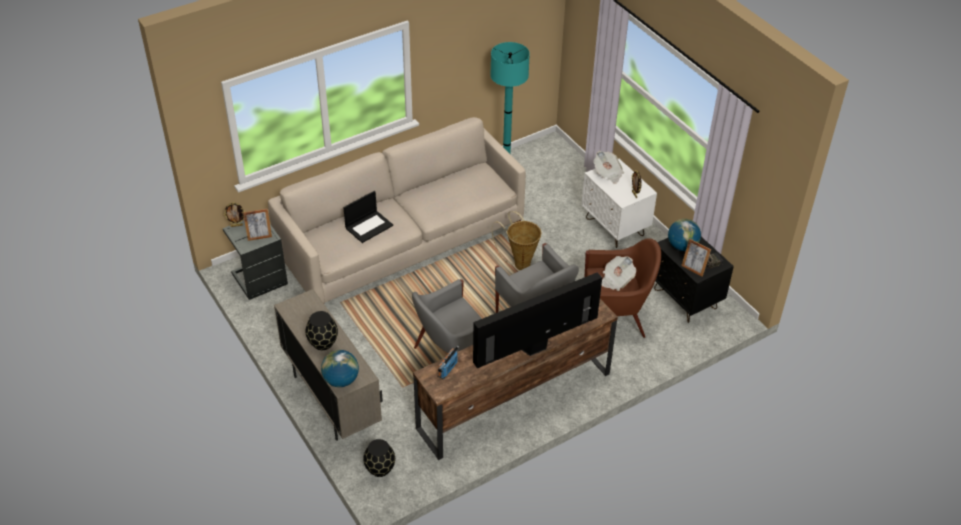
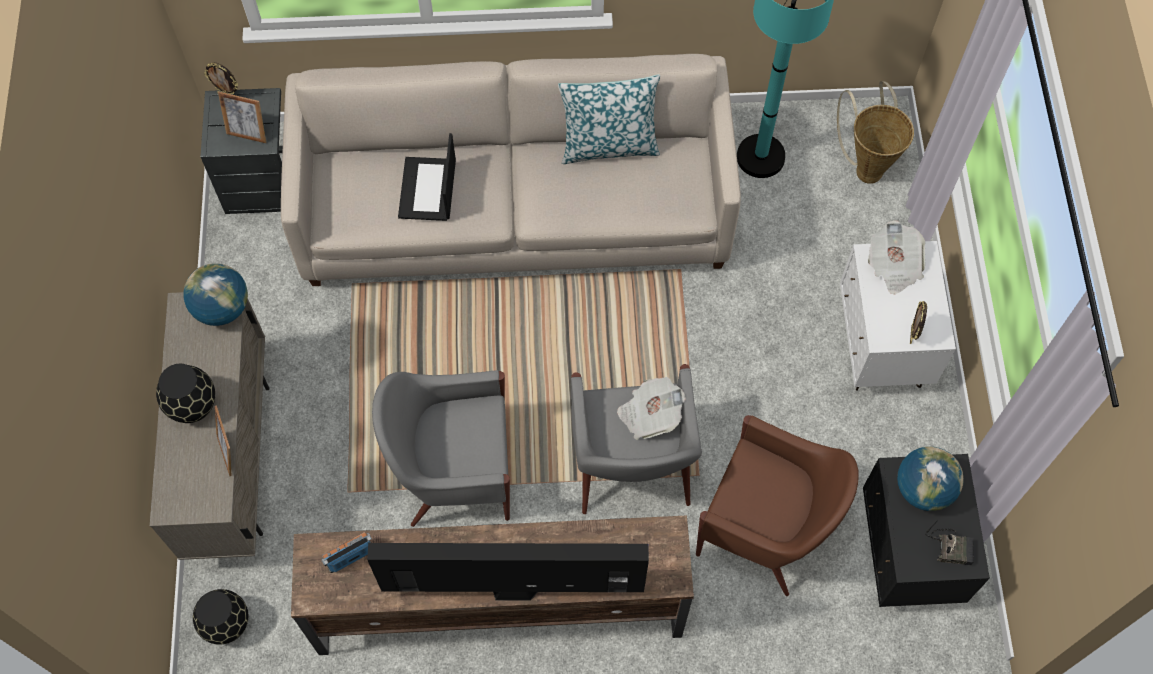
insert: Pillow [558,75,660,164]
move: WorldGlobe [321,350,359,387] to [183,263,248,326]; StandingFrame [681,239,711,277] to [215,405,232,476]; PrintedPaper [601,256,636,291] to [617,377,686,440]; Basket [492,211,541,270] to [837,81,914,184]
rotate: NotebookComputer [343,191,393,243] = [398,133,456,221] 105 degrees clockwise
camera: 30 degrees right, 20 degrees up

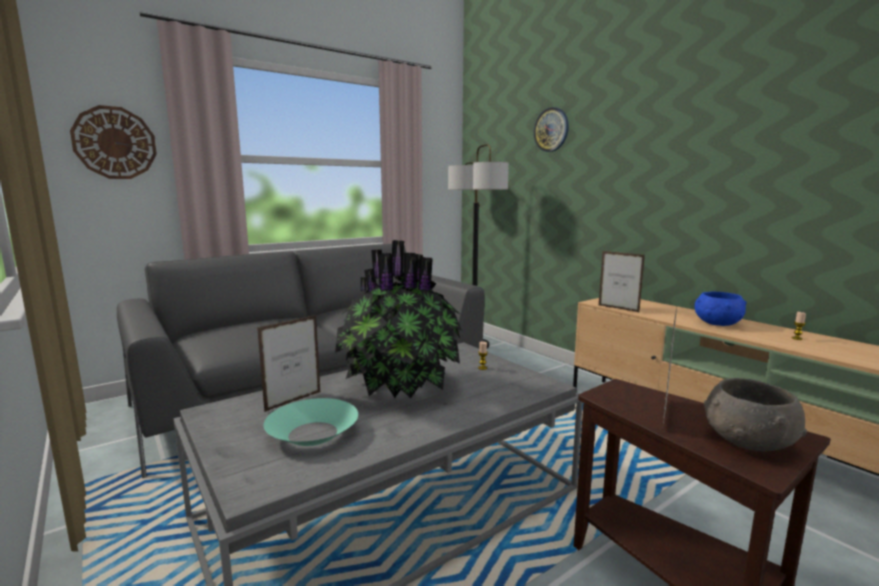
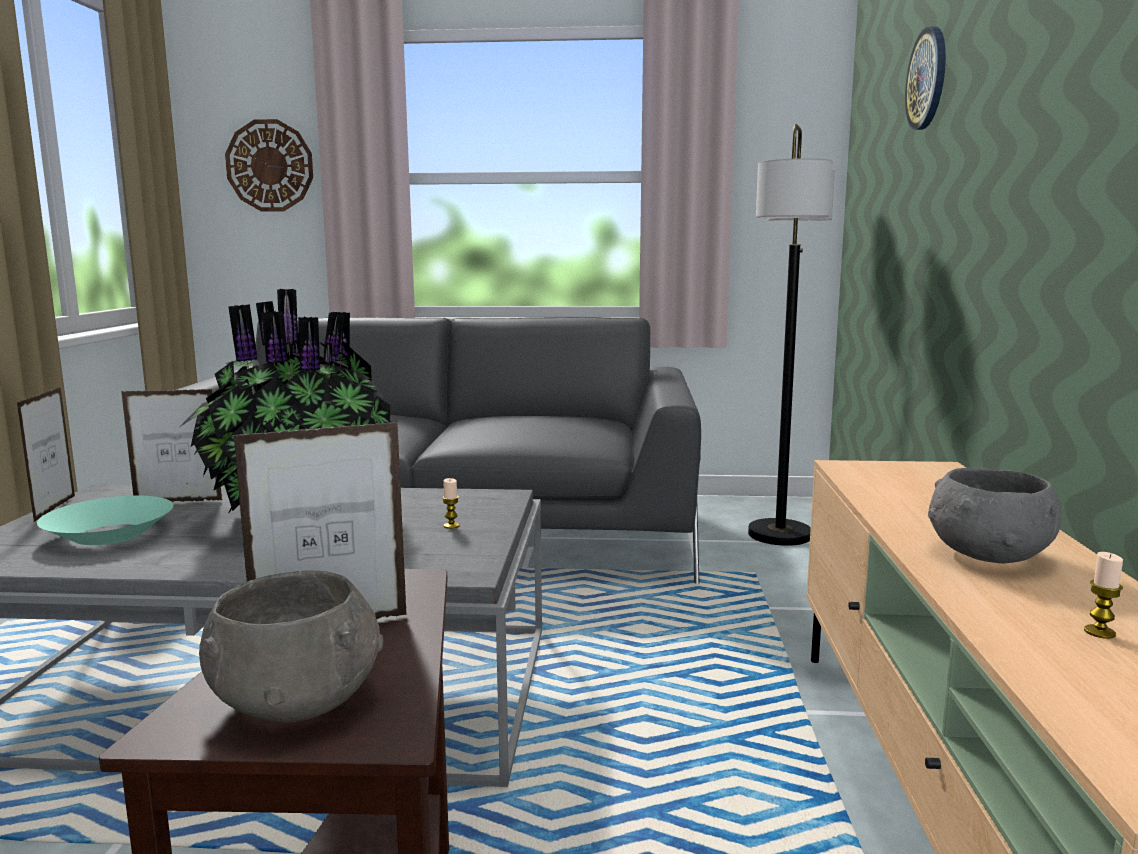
move: StandingFrame [599,251,645,313] to [17,387,75,522]
recolor: BlueBowl [695,292,747,326] to GreyishBowl [928,467,1062,564]
camera: 40 degrees right, 0 degrees up

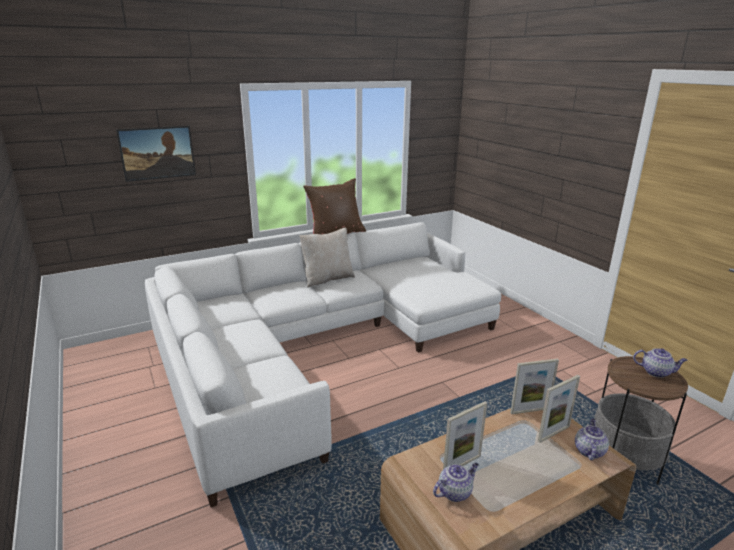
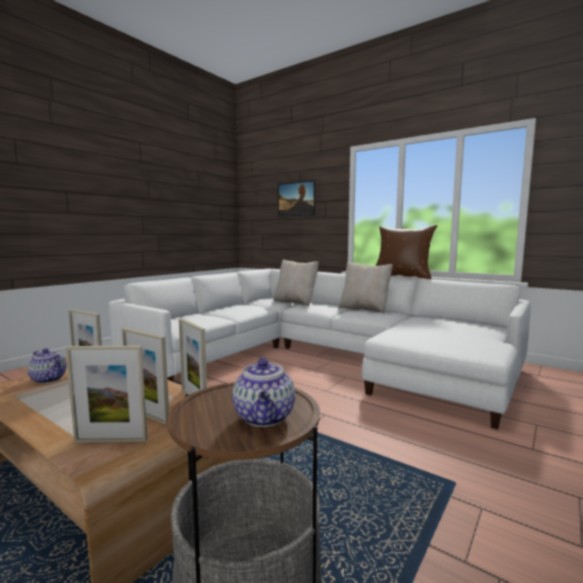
insert: BeigePillow [274,260,319,306]
replace: Teapot [575,418,609,460] to StandingFrame [66,346,147,442]
camera: 65 degrees right, 15 degrees down

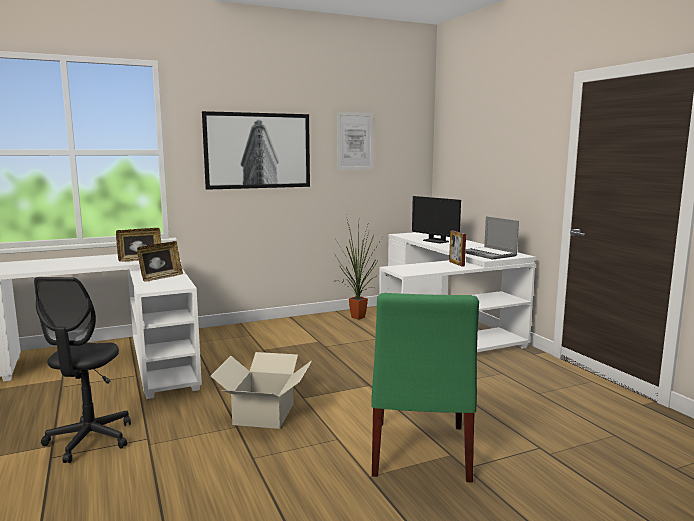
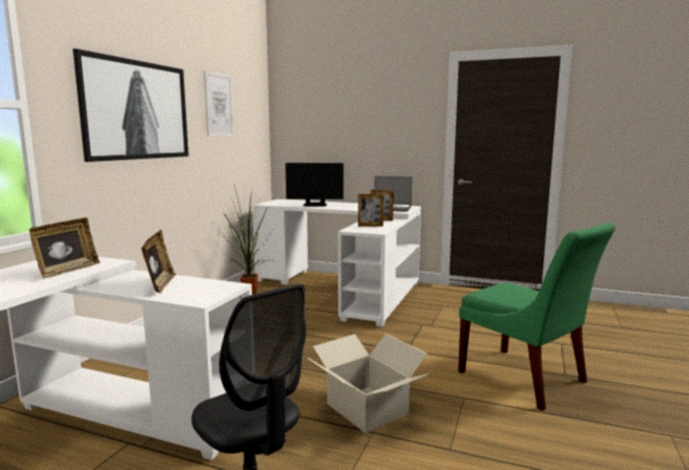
insert: StandingFrame [358,194,384,227]
camera: 45 degrees left, 0 degrees up

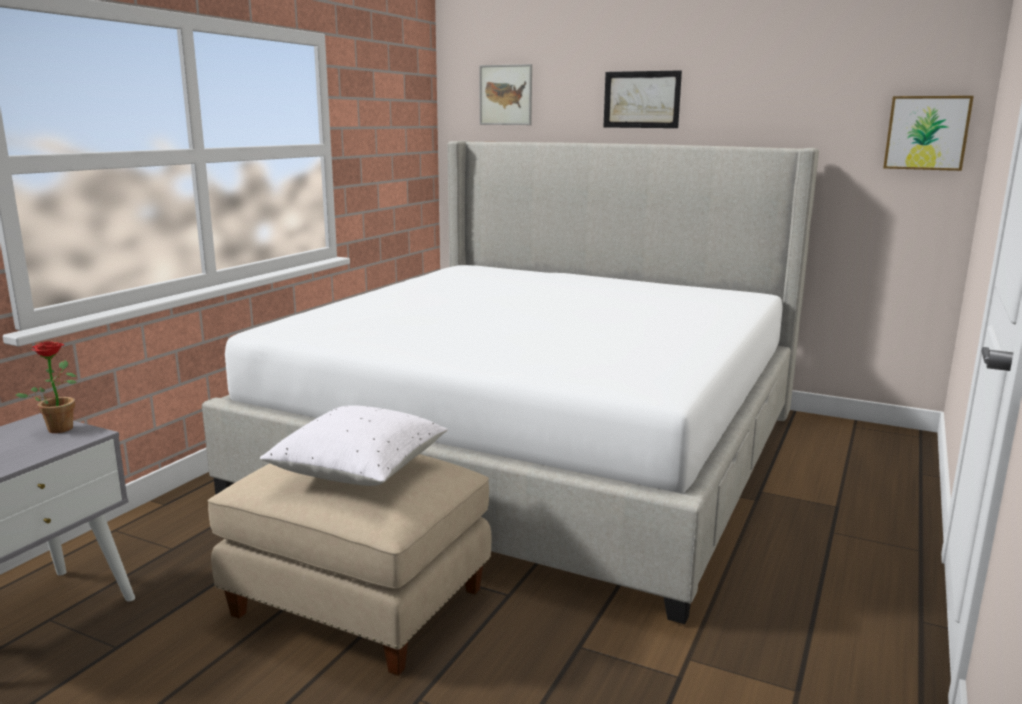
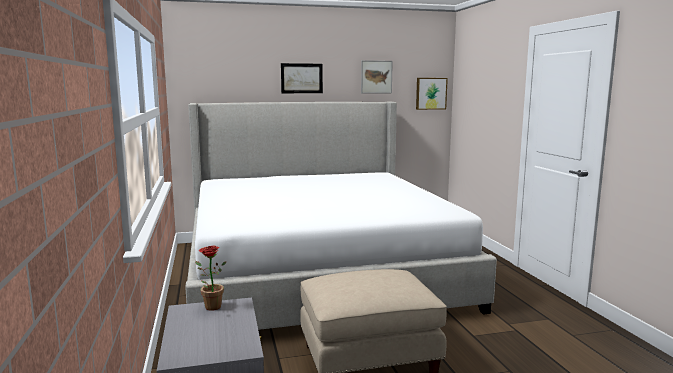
delete: WhiteColouredPillow [260,405,448,486]
move: WallPicture [479,64,532,125] to [361,60,393,94]
camera: 40 degrees left, 5 degrees down

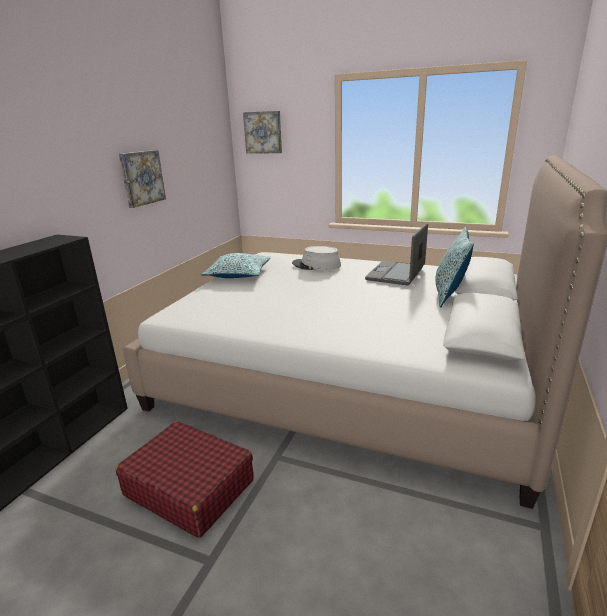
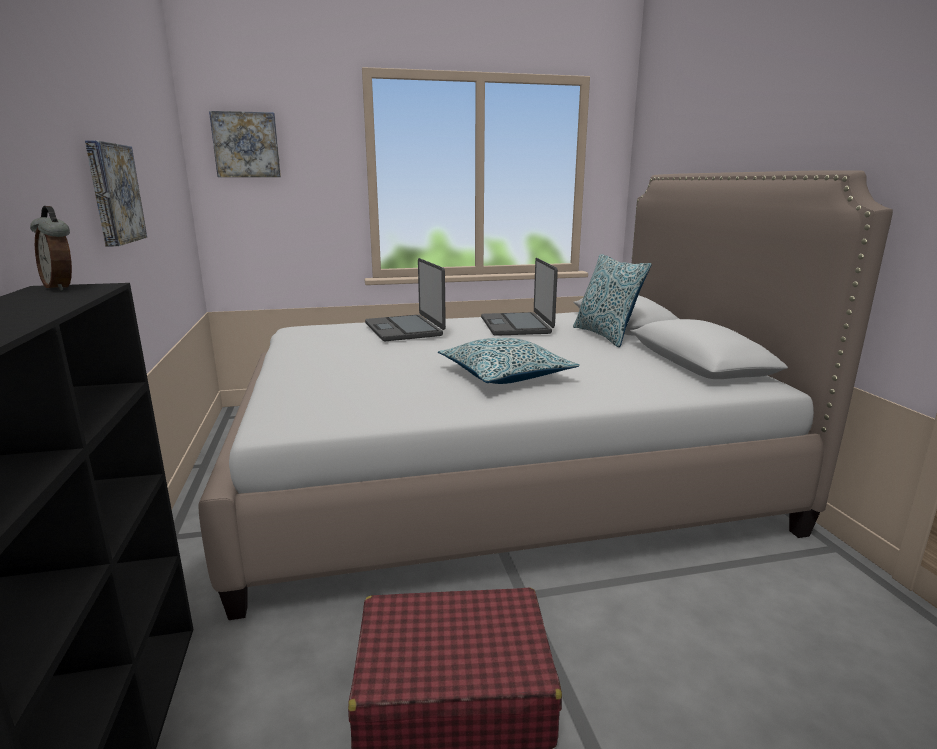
insert: AlarmClock [30,206,72,291]
move: Pillow [202,253,271,278] to [438,338,580,384]
replace: GreyishWearableHat [292,246,341,270] to NotebookComputer [365,258,446,341]
camera: 35 degrees left, 5 degrees down

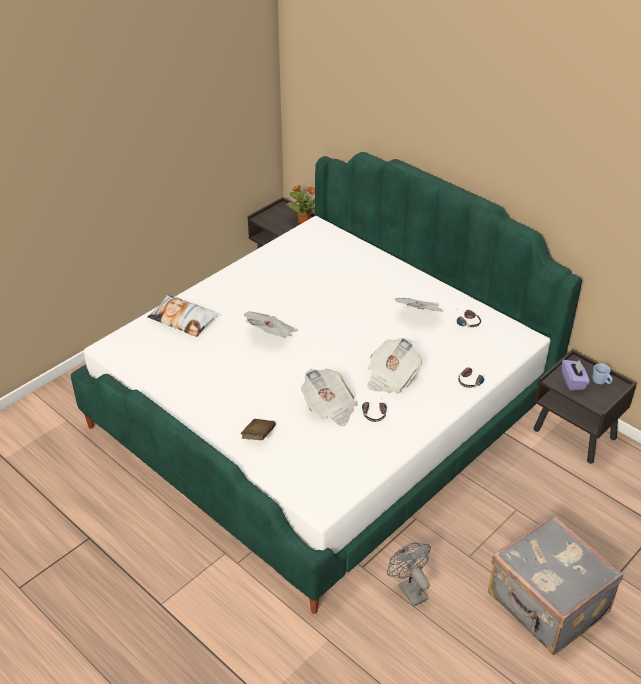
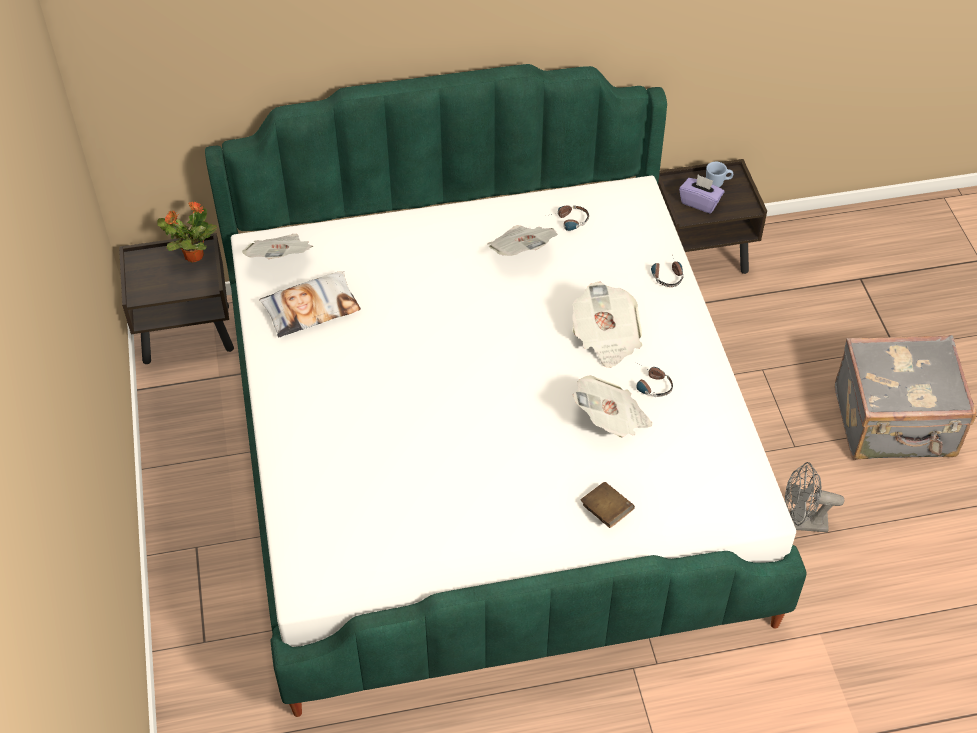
move: PrintedPaper [244,311,298,338] to [242,234,313,259]; Pillow [147,295,218,337] to [259,271,361,338]
camera: 55 degrees left, 10 degrees up

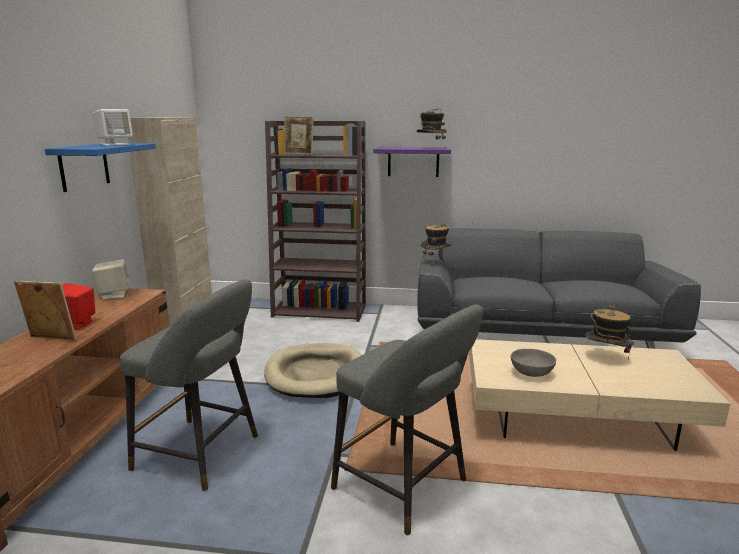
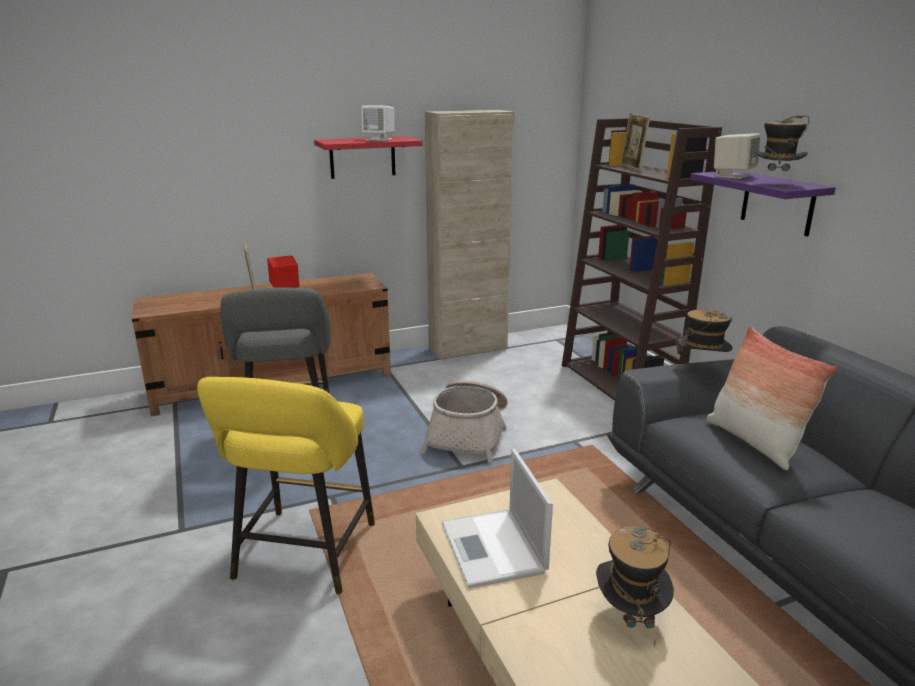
insert: Pillow [706,326,838,470]
move: BeigeLoudspeaker [92,259,130,299] to [714,133,760,179]
replace: BeigeDogBed [264,343,362,398] to Basket [421,381,507,463]; GreyishBowl [511,349,556,377] to NotebookComputer [442,449,553,589]
recolor: GreyishStool [331,304,483,535] to YellowColouredStool [197,377,375,595]; BlueWallShelf [45,143,156,192] to ReddishWallShelf [314,136,422,179]
camera: 60 degrees right, 5 degrees up

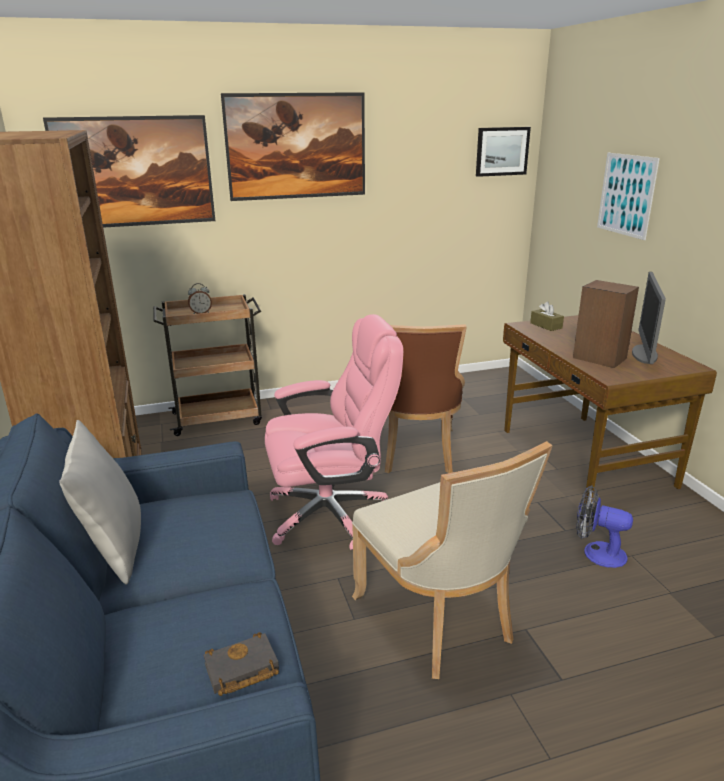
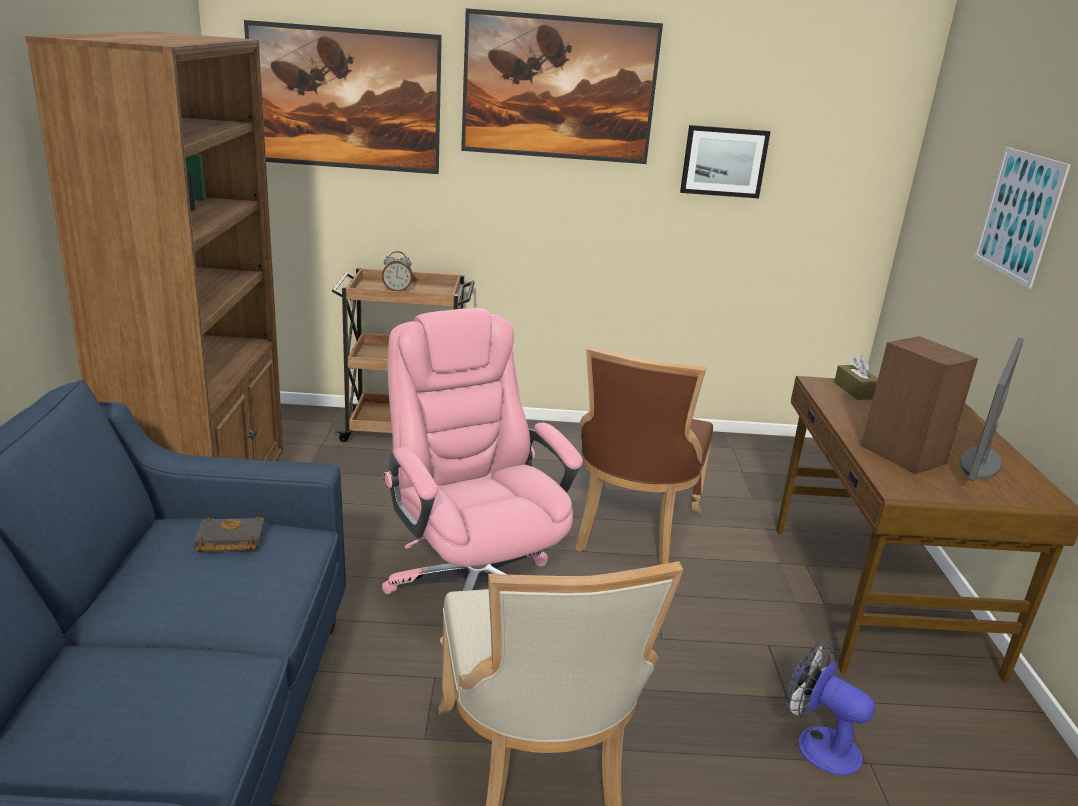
delete: GreyishPillow [59,420,141,584]
move: BlackishBoundBook [203,632,279,696] to [194,516,265,552]; WallPicture [476,127,531,177] to [680,125,770,198]
rotate: PinkColouredOfficeChair [265,314,403,550] = [382,308,583,644] 120 degrees counterclockwise
camera: 15 degrees right, 0 degrees up

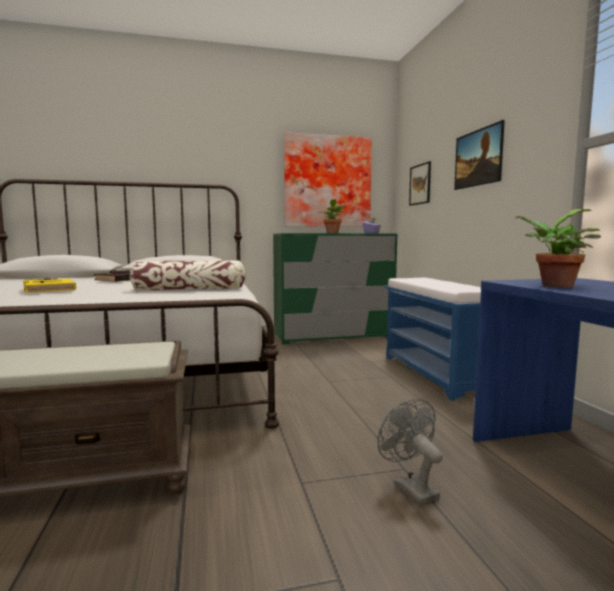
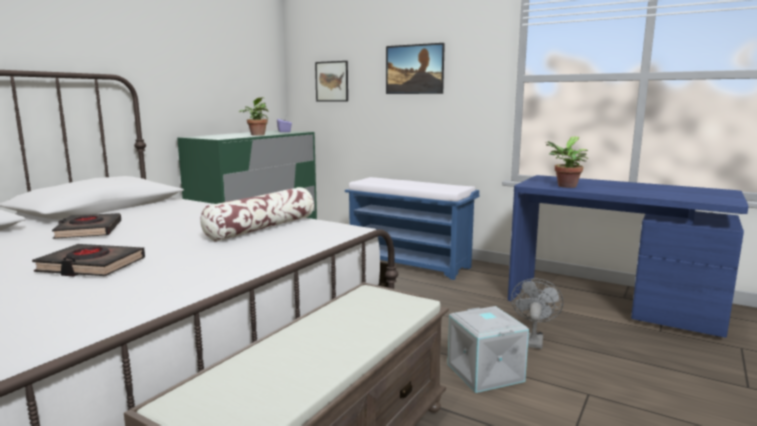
delete: WallPicture [284,132,372,227]
insert: GreyishStorageContainer [447,306,529,393]
recolor: YellowColouredBoundBook [23,278,76,293] to BlackishBoundBook [32,244,145,276]
rotate: GreyishCoolingFan [378,399,443,505] = [511,278,563,349] 90 degrees clockwise
camera: 45 degrees left, 5 degrees up

